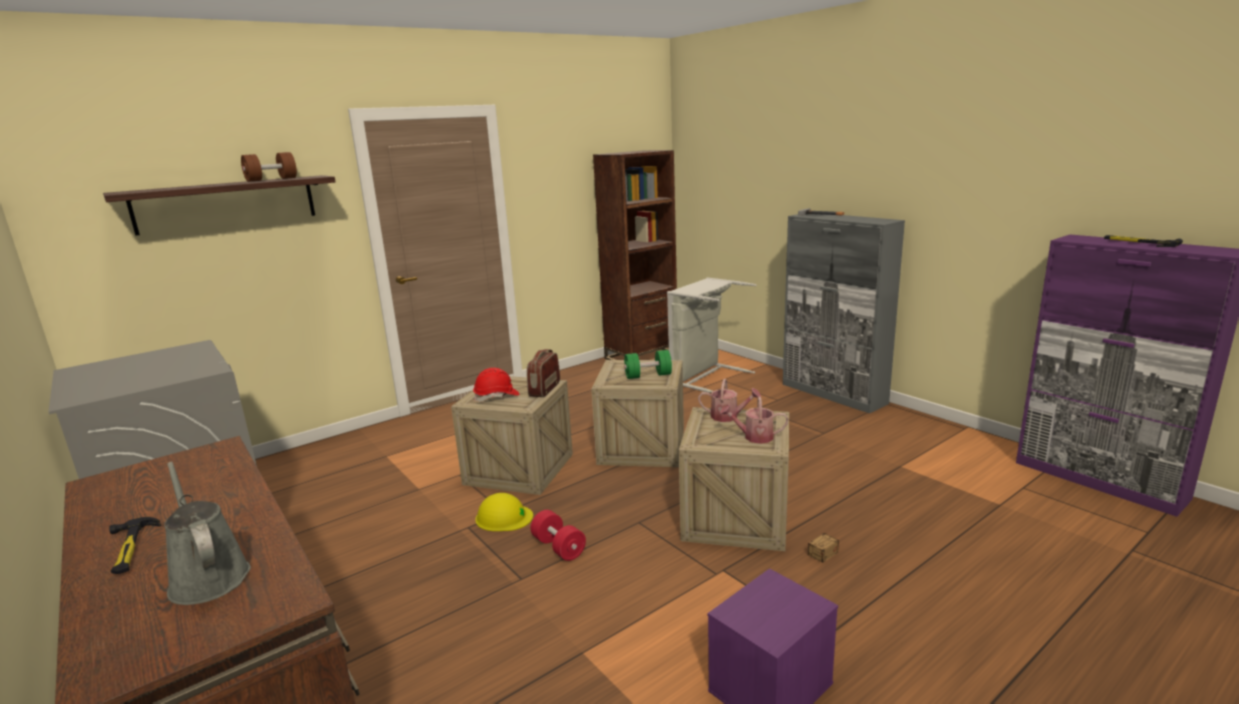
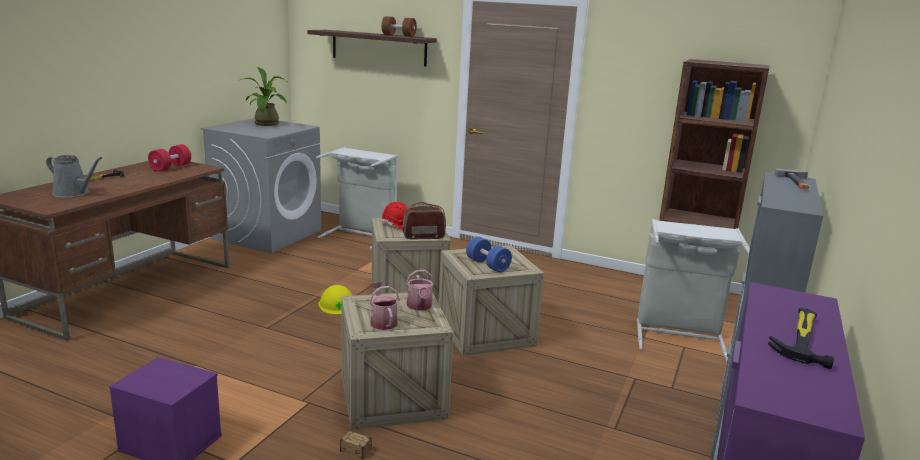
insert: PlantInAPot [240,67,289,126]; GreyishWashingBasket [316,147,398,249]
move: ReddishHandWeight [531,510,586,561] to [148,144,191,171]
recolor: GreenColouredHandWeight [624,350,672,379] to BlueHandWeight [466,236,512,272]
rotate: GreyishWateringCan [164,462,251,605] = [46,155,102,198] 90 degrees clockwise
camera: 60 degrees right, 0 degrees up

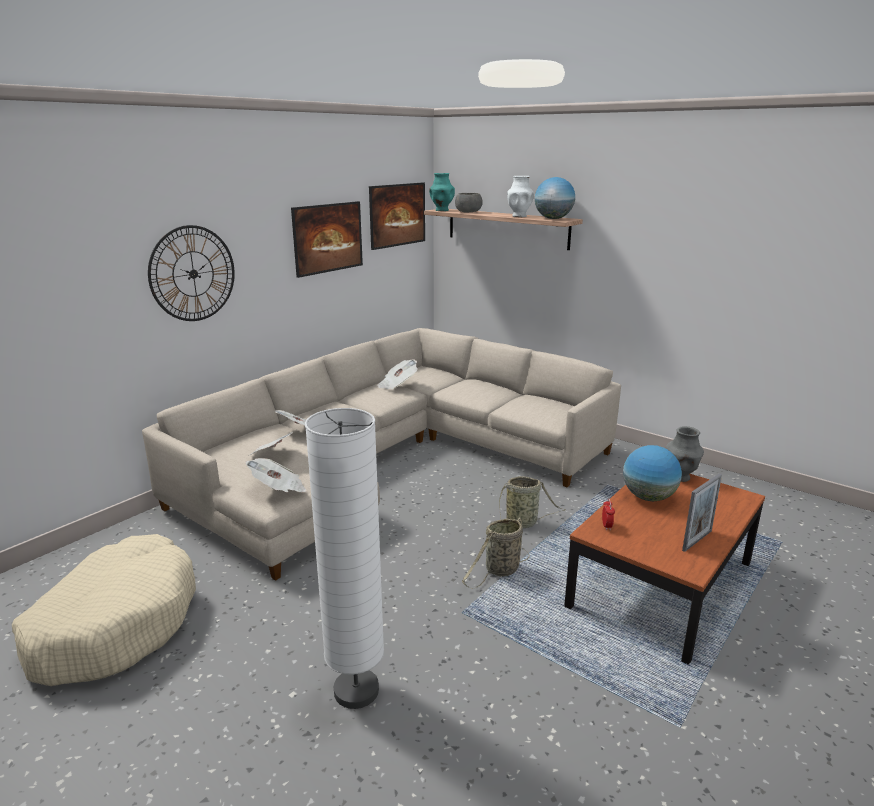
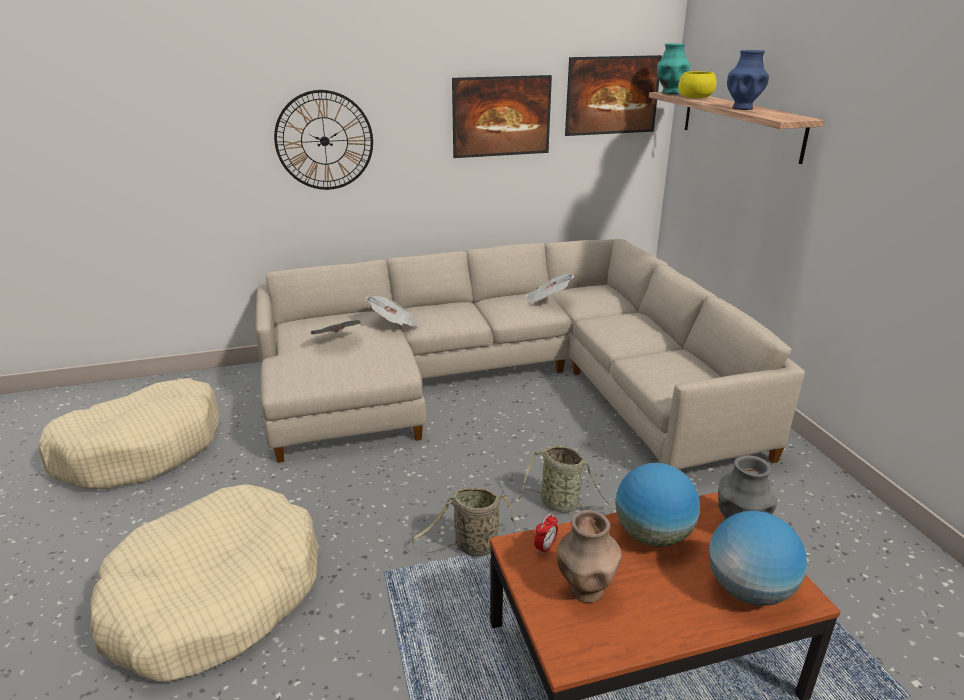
delete: PrintedPaper [245,458,307,492]; StandingFrame [682,473,722,552]
insert: BrownDecorativeVase [557,510,622,603]
move: WorldGlobe [535,177,575,219] to [709,511,807,606]
replace: WhiteColouredFloorLamp [305,408,384,709] to BeigeDogBed [90,484,318,682]
recolor: GreyishBowl [455,193,483,213] to YellowColouredBowl [678,71,717,98]; WhiteColouredDecorativeVase [507,176,534,217] to BlueDecorativeVase [727,50,769,110]
camera: 35 degrees right, 5 degrees up

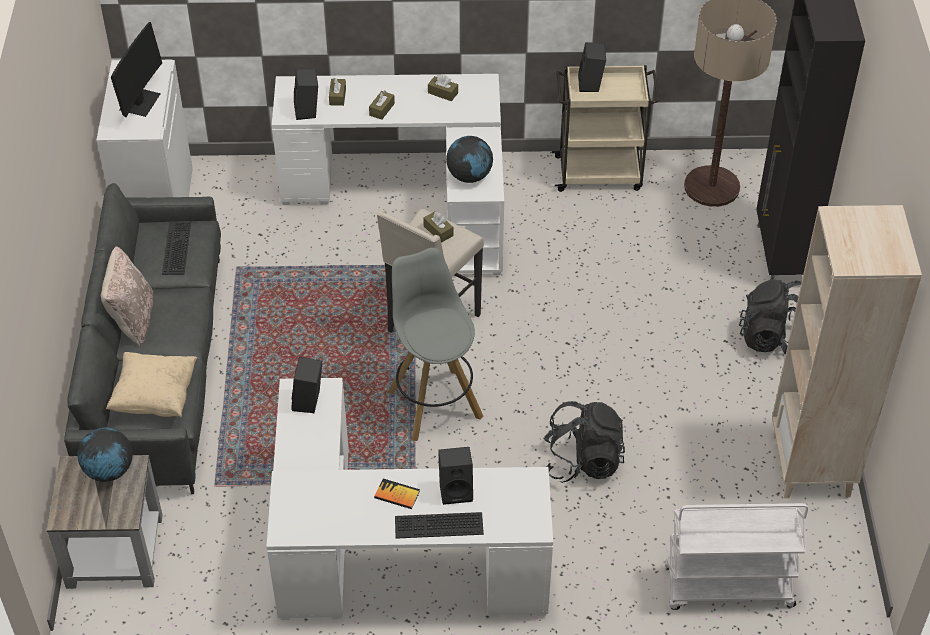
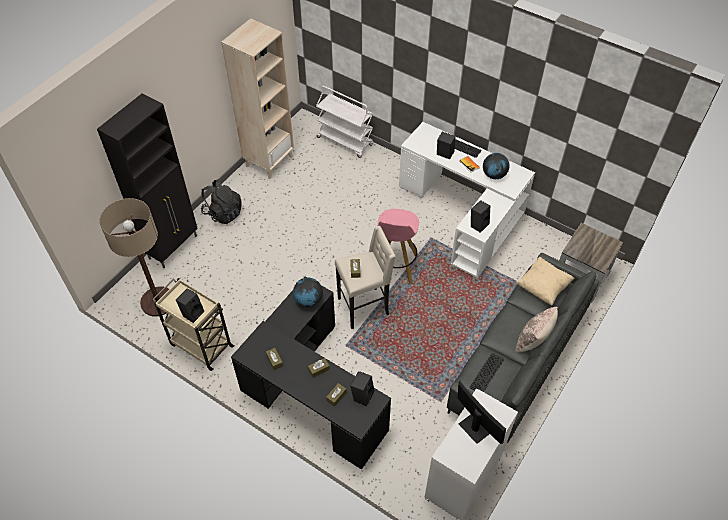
delete: BlackishBackpack [544,401,625,483]
move: WorldGlobe [77,428,133,482] to [483,153,510,179]
recolor: WhiteColouredDesk [272,74,504,275] to BlackishDesk [231,276,391,470]; GreyishStool [387,247,483,441] to PinkColouredStool [377,209,419,284]
rotate: ComputerScreen [111,22,162,117] = [458,380,506,444] 90 degrees clockwise
camera: 145 degrees left, 5 degrees up

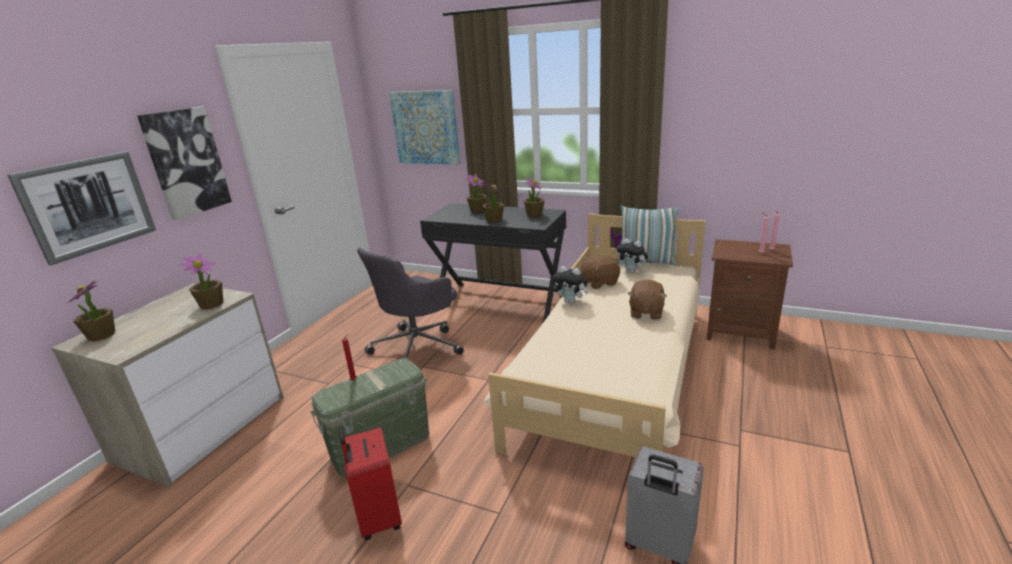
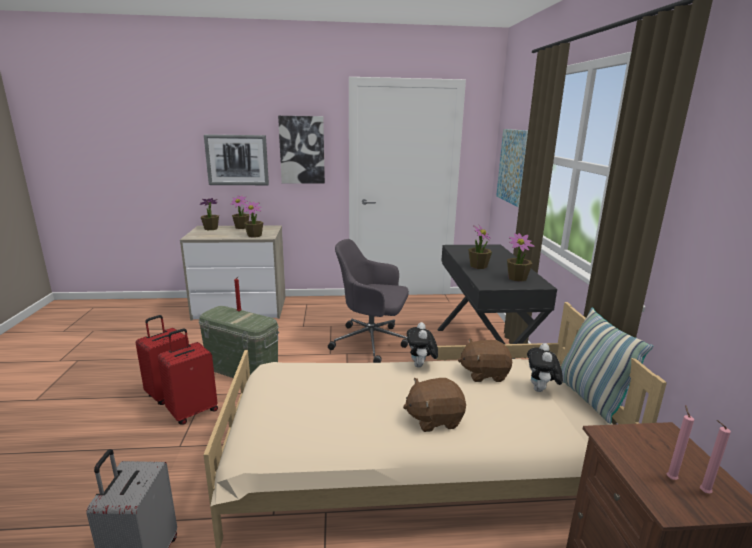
insert: ReddishPieceOfLuggage [158,329,218,425]
move: PlantInAPot [466,174,487,213] to [230,195,249,229]
rotate: BrownPlushToy [580,255,620,289] = [458,338,512,382] 45 degrees counterclockwise
camera: 60 degrees right, 5 degrees down

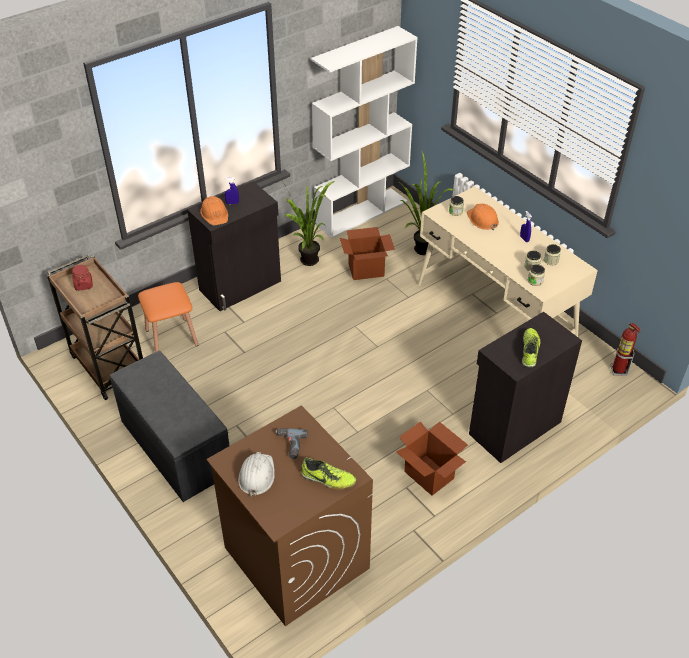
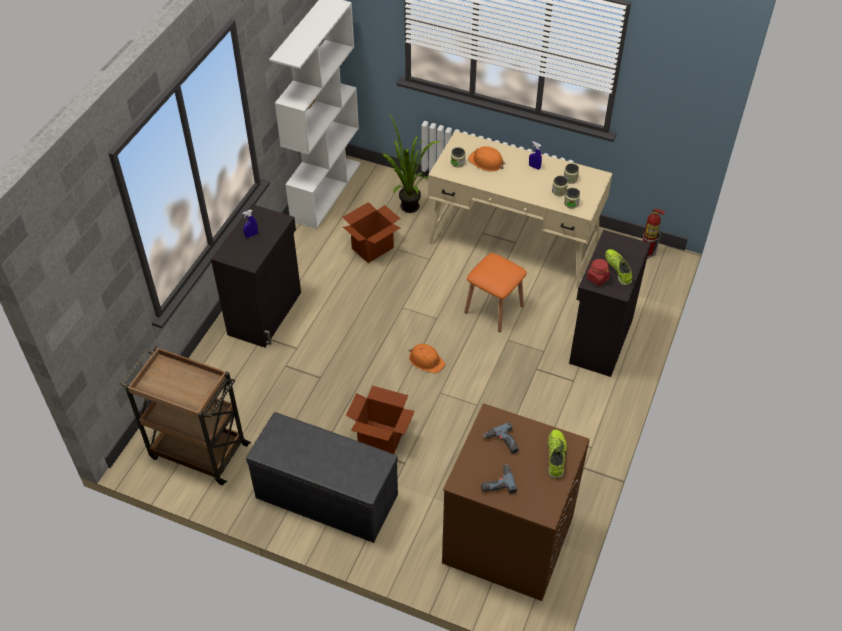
delete: PlantInAPot [277,175,334,266]
move: Carton [396,421,468,496] to [346,386,415,454]; OrangeColouredWorkHelmet [200,196,228,225] to [409,344,445,374]; OrangeColouredStool [138,282,198,352] to [464,253,527,332]; ReddishStorageJar [72,264,93,291] to [587,259,610,286]
replace: WhiteColouredWorkHelmet [238,452,275,497] to PowerDrill [481,464,517,494]
rotate: Shoe [301,457,356,489] = [548,429,567,479] 75 degrees counterclockwise
camera: 30 degrees left, 5 degrees up

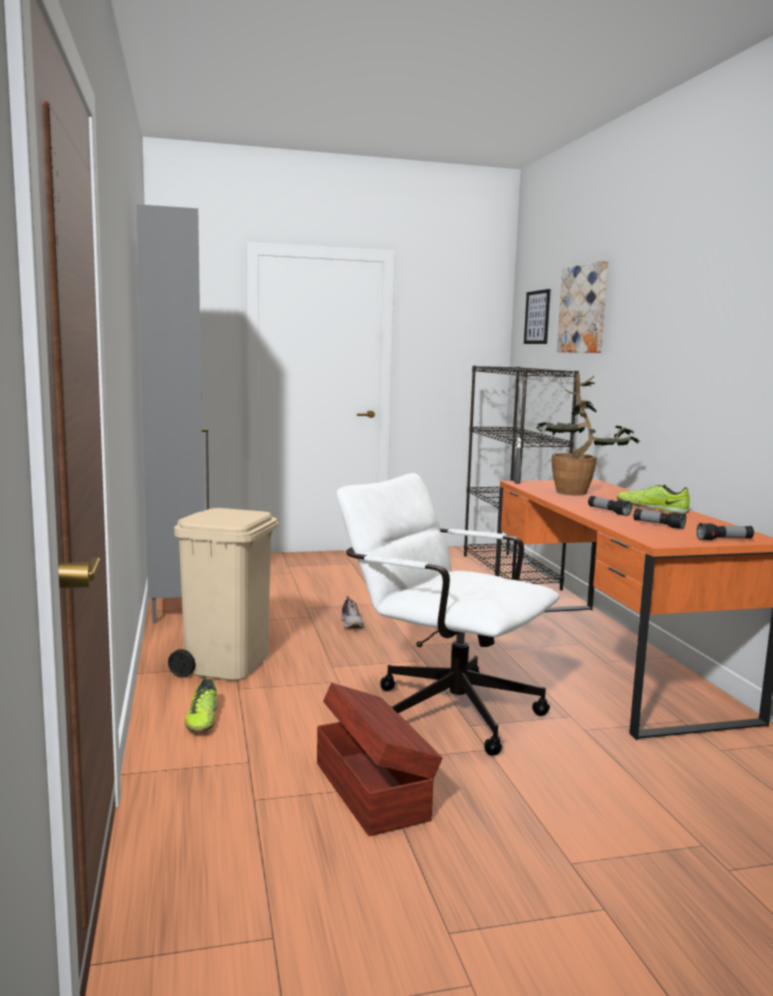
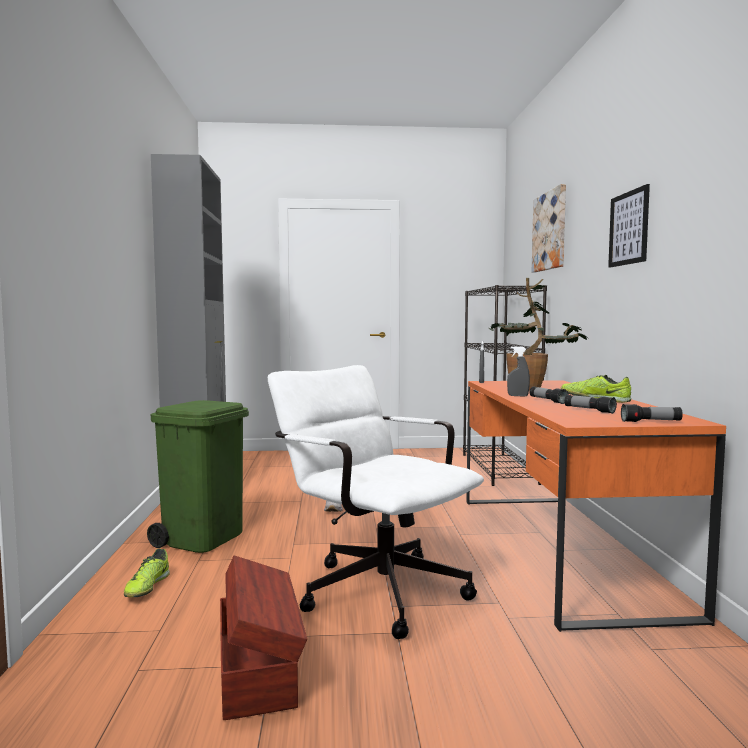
insert: GreyishSprayer [507,346,530,396]
move: WallPicture [524,289,551,344] to [608,184,650,267]
recolor: BeigeRubbishBin [168,508,278,681] to GreenColouredRubbishBin [147,400,249,553]
camera: 10 degrees right, 5 degrees down

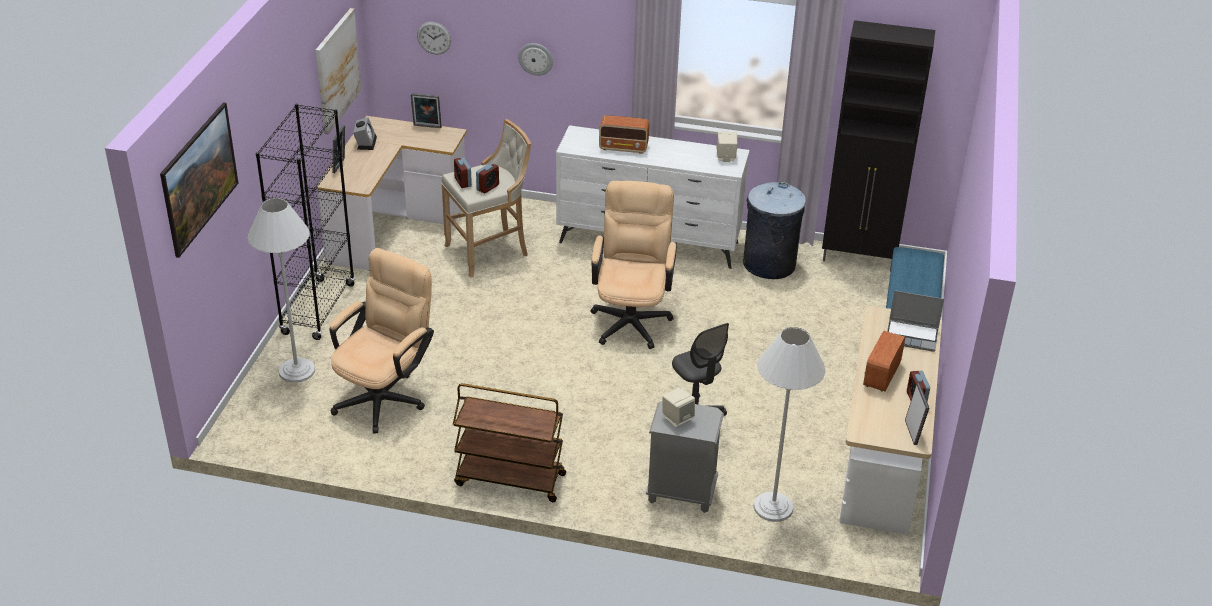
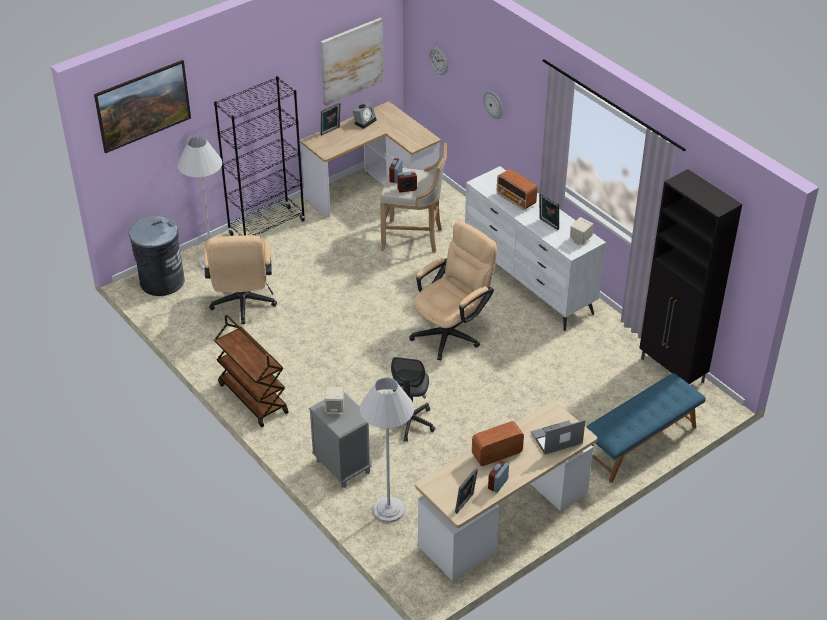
move: GreyishRubbishBin [743,182,806,279] to [129,216,185,296]; StandingFrame [411,93,442,128] to [539,193,559,230]
rotate: BeigeOfficeChair [329,248,434,434] = [204,235,277,324] 105 degrees clockwise; NotebookComputer [887,290,944,352] = [531,420,585,455] 105 degrees clockwise
camera: 40 degrees right, 5 degrees up

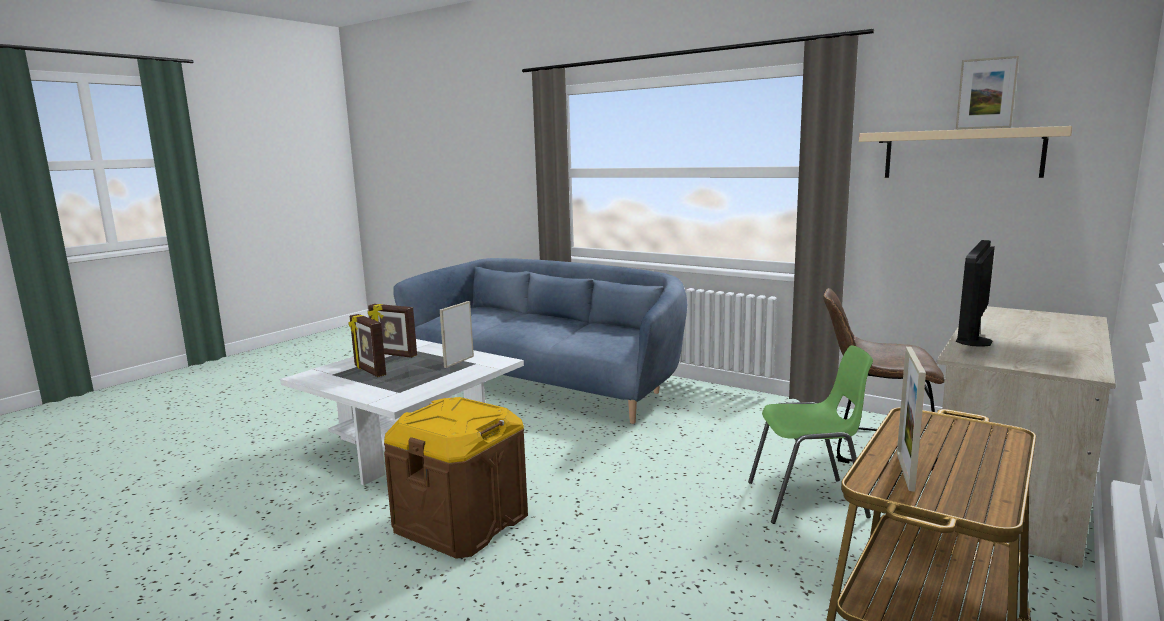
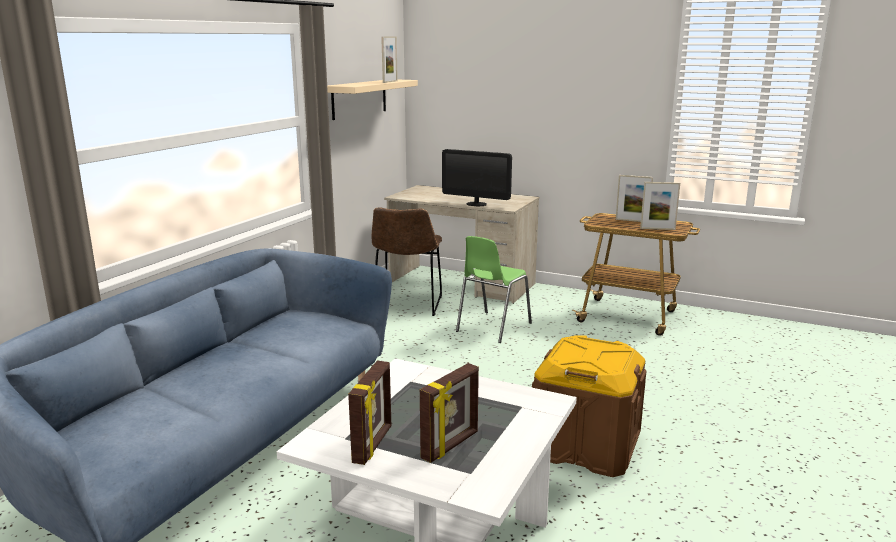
move: StandingFrame [440,301,474,368] to [616,175,653,222]
rotate: GreenColouredUprightChair [748,345,873,524] = [456,236,532,343] 135 degrees counterclockwise
camera: 100 degrees left, 5 degrees up

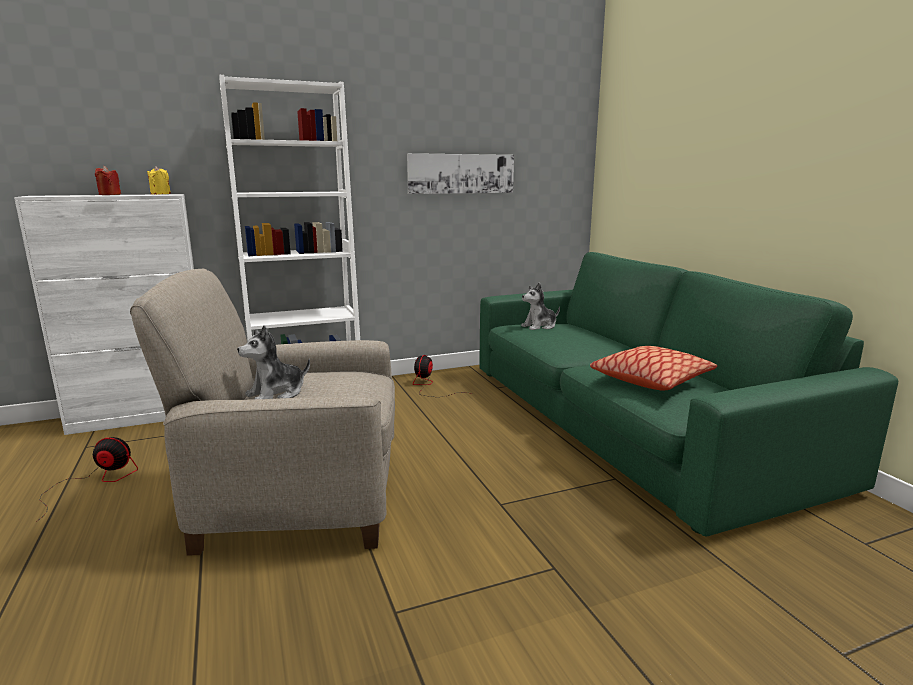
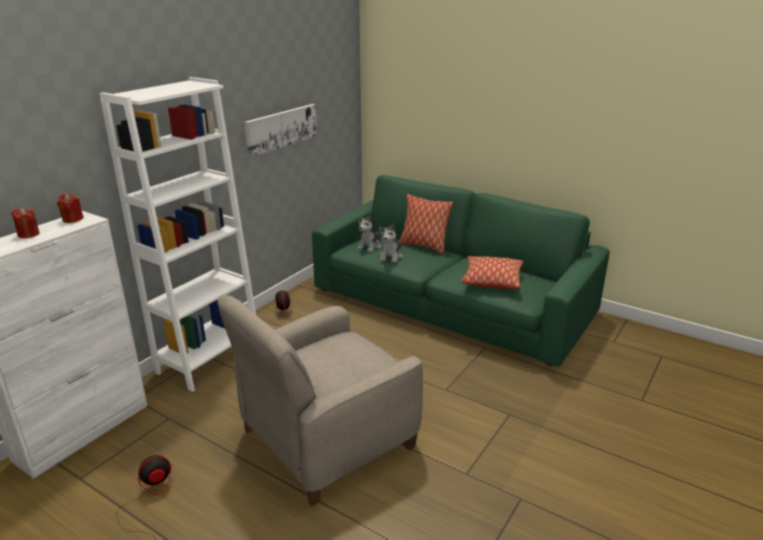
insert: Pillow [399,194,453,254]
move: PlushToy [237,325,310,399] to [379,223,403,263]
recolor: YellowColouredCandle [147,166,171,195] to ReddishCandle [57,194,84,223]
camera: 35 degrees left, 10 degrees up

